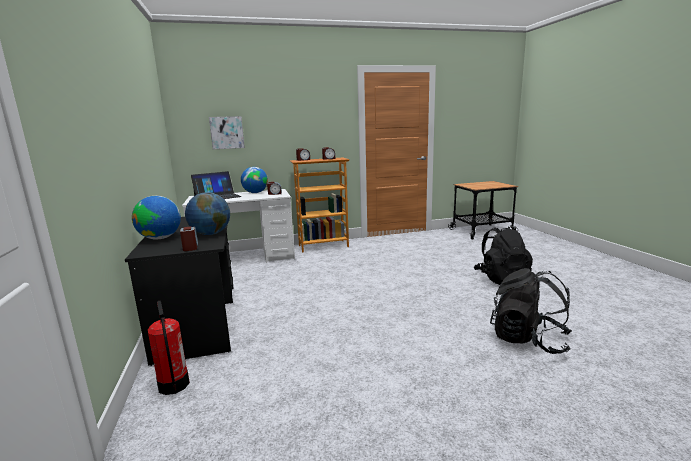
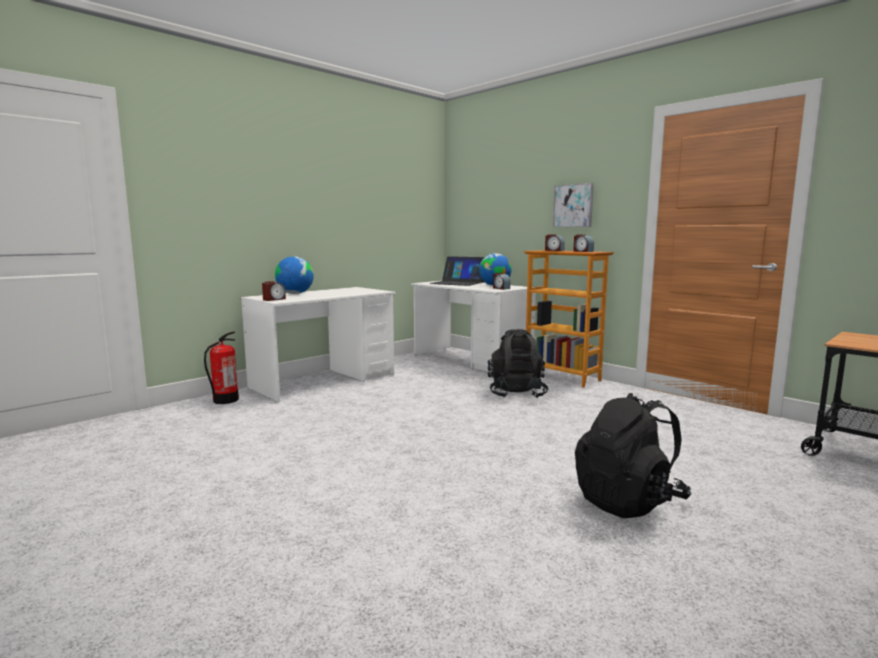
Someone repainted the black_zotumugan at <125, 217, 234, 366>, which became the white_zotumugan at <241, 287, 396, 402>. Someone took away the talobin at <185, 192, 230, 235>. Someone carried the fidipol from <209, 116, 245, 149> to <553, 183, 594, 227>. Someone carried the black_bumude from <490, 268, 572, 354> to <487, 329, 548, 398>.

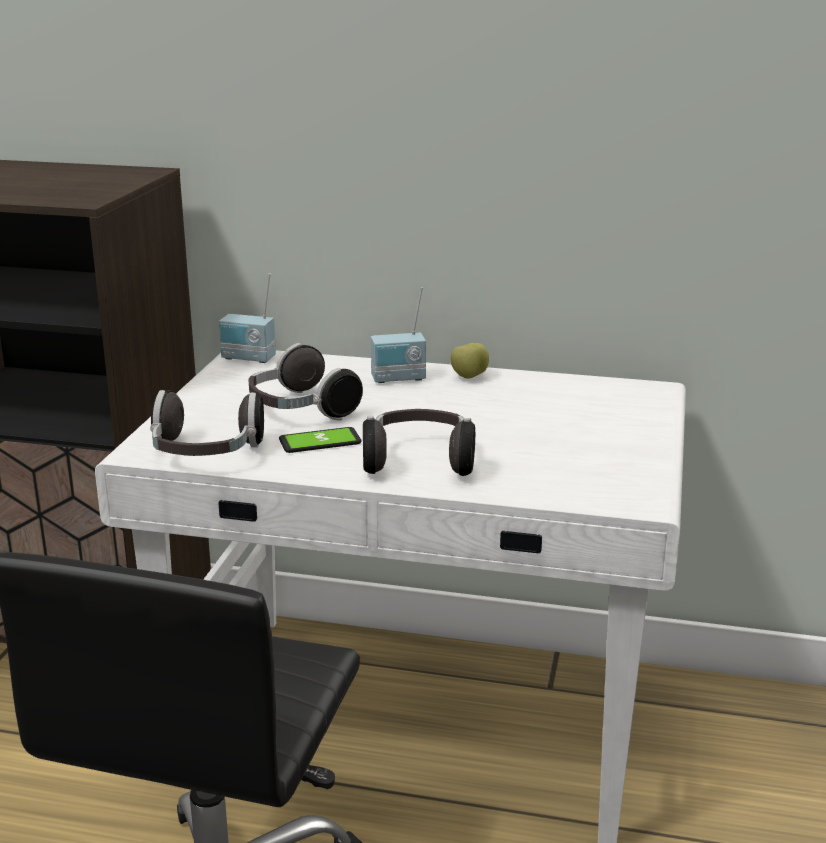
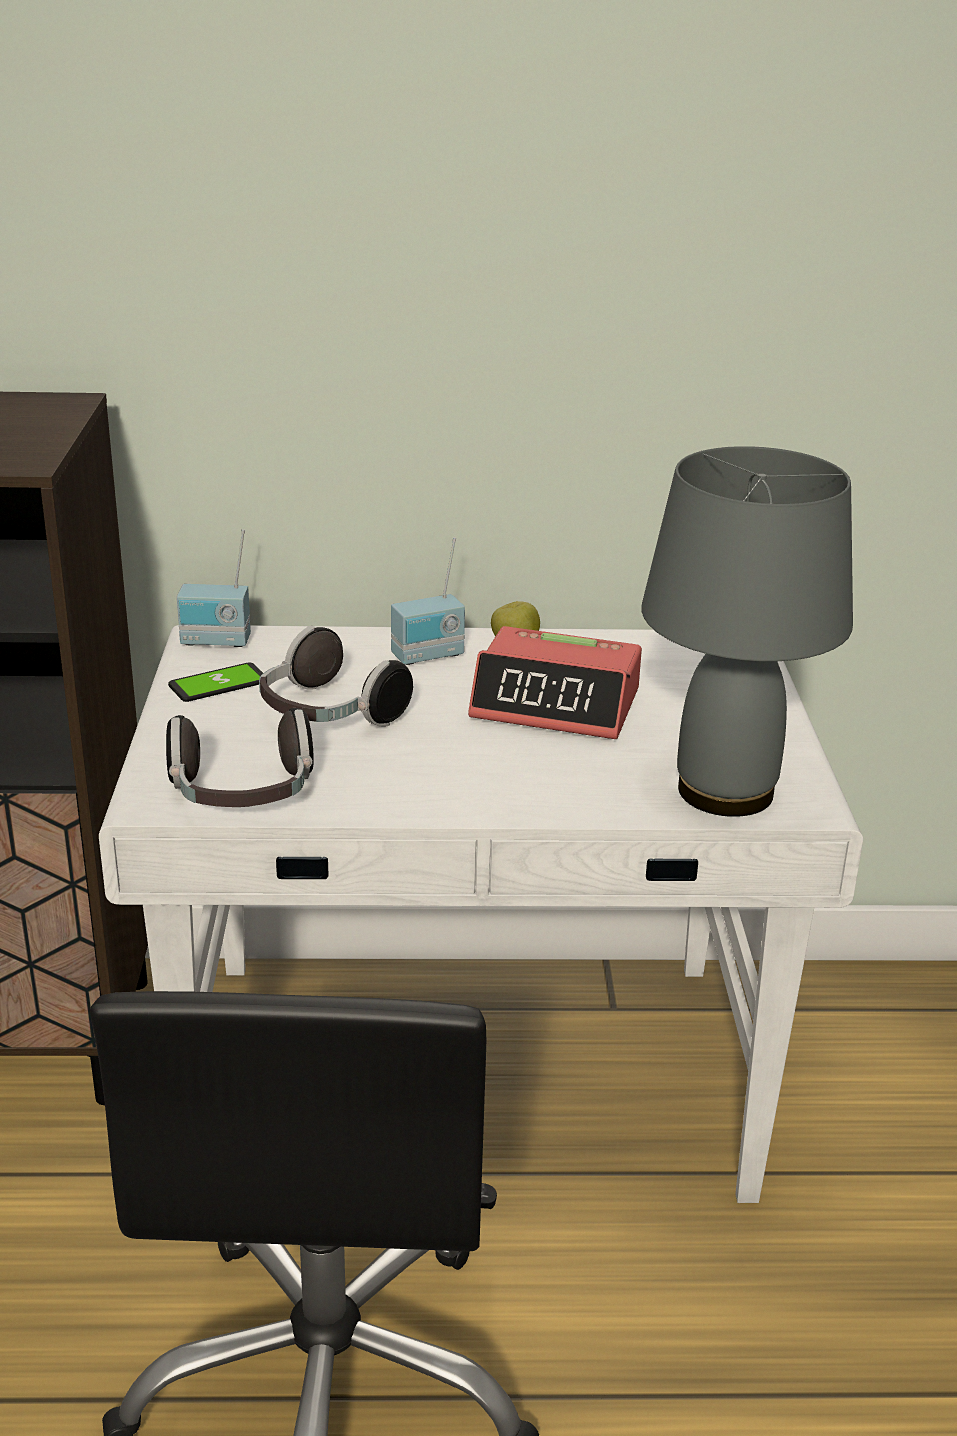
Someone carried the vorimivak from <279, 427, 362, 453> to <168, 662, 263, 702>. Someone took away the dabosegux at <363, 409, 475, 476>. Someone put down the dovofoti at <468, 626, 642, 739>. Someone put down the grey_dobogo at <642, 446, 853, 817>.

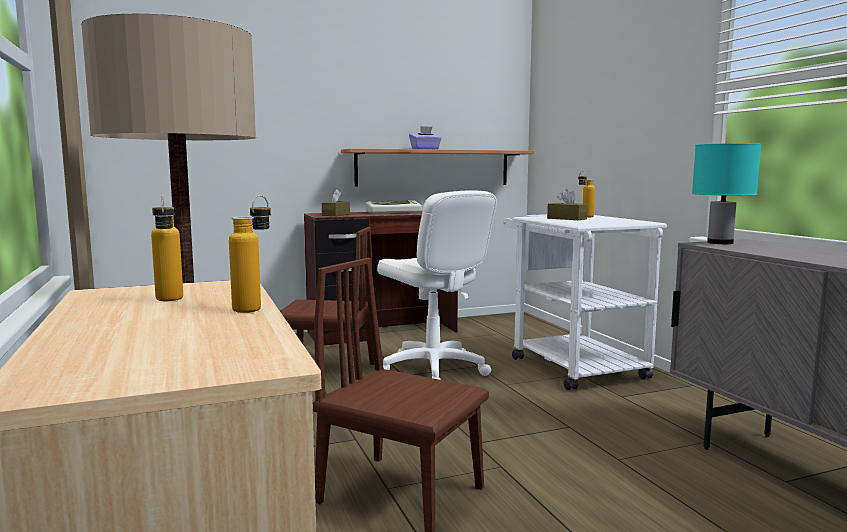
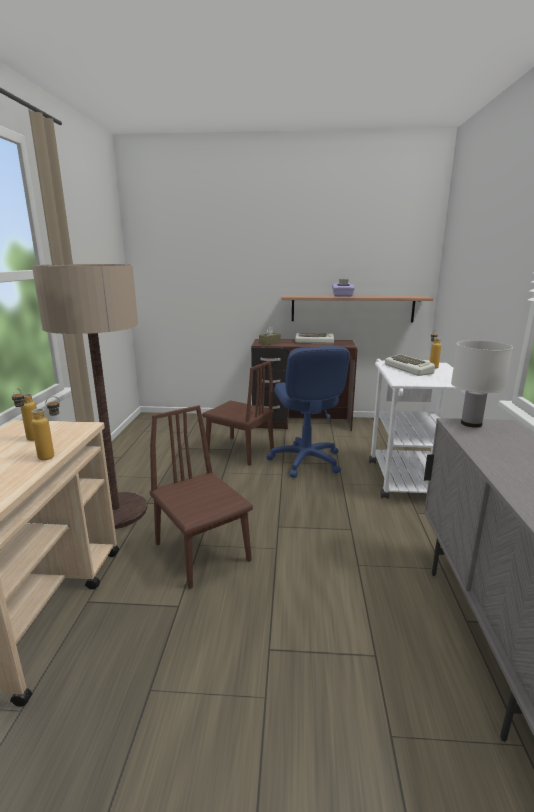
Someone repainted the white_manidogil at <377, 190, 497, 380>, which became the blue_manidogil at <266, 346, 350, 478>. Someone swapped the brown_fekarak at <547, 189, 588, 220> for the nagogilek at <385, 354, 435, 376>. Someone repainted the turquoise_dobogo at <692, 143, 761, 244>, which became the white_dobogo at <451, 340, 513, 428>.

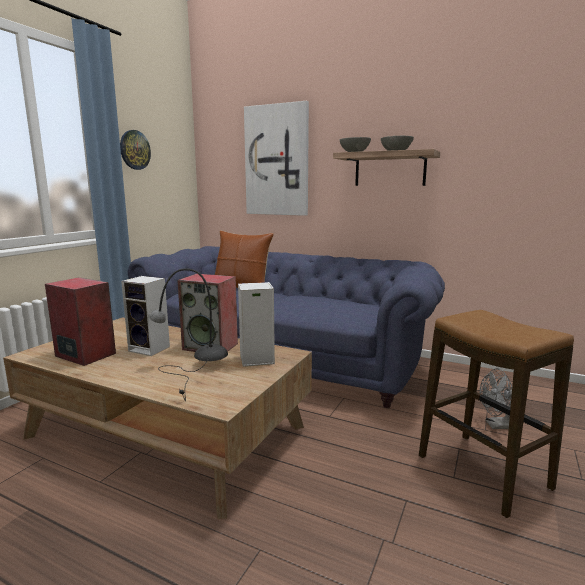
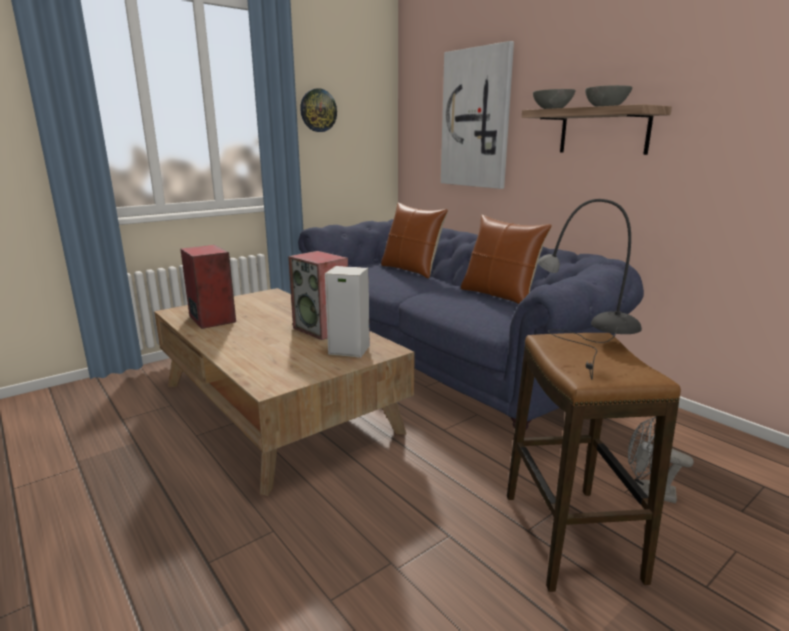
Someone took away the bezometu at <121, 276, 170, 356>. Someone carried the grey_dobogo from <149, 268, 228, 401> to <538, 199, 642, 380>. Someone put down the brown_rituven at <461, 215, 552, 304>.

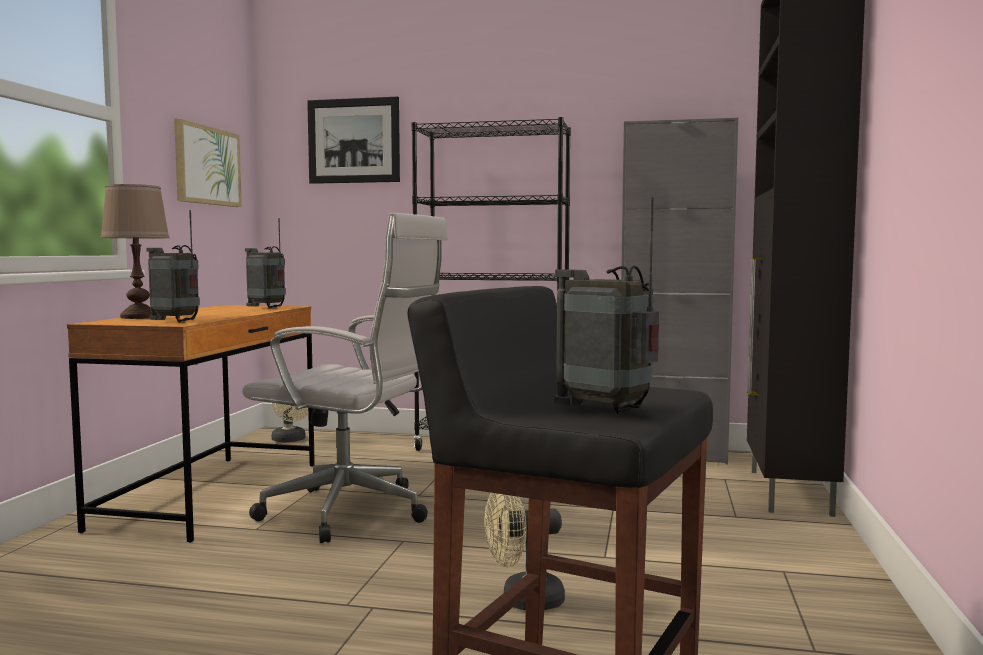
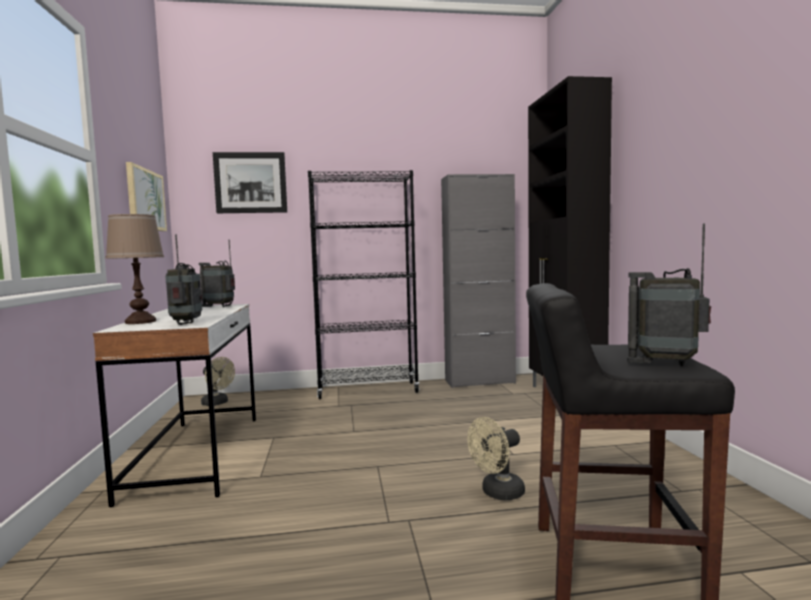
Someone repainted the brown_zotumugan at <67, 305, 315, 543>, which became the white_zotumugan at <93, 304, 256, 507>. Someone rotated the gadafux at <146, 210, 200, 322> by 75 degrees clockwise. Someone took away the white_manidogil at <242, 213, 448, 543>.

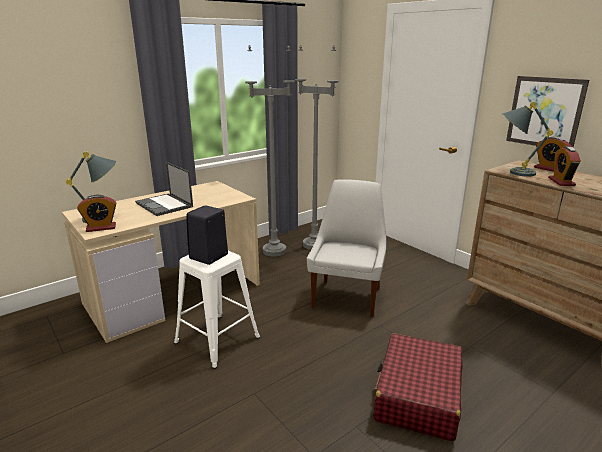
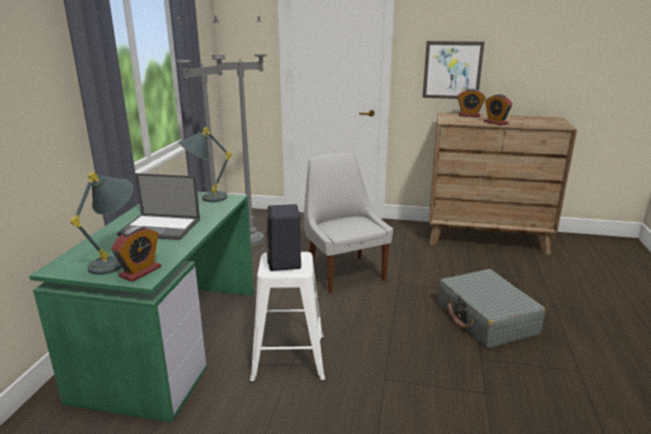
Someone repainted the beige_zotumugan at <62, 181, 260, 343>, which became the green_zotumugan at <29, 191, 254, 423>. Someone repainted the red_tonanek at <374, 333, 463, 441>, which became the grey_tonanek at <438, 269, 546, 349>. Someone carried the grey_dobogo from <502, 102, 553, 177> to <178, 127, 232, 202>.

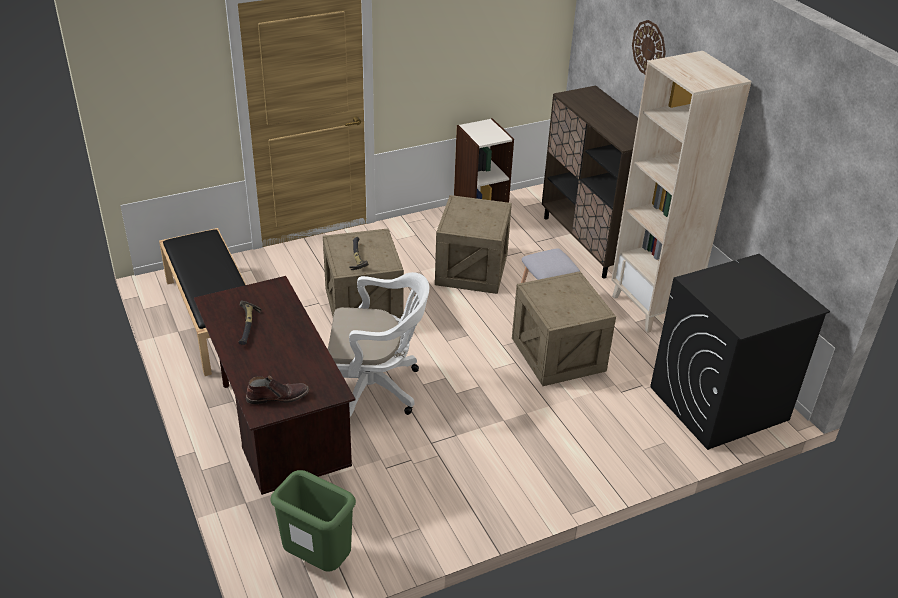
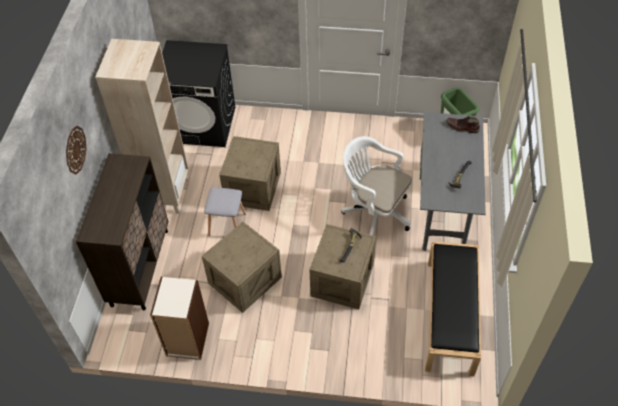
Someone repainted the brown_zotumugan at <194, 276, 355, 495>, which became the grey_zotumugan at <420, 112, 486, 251>.

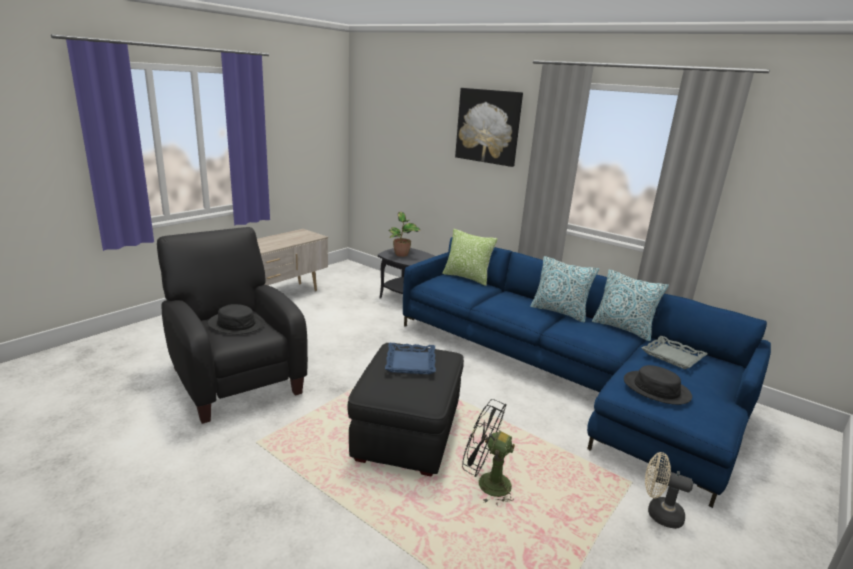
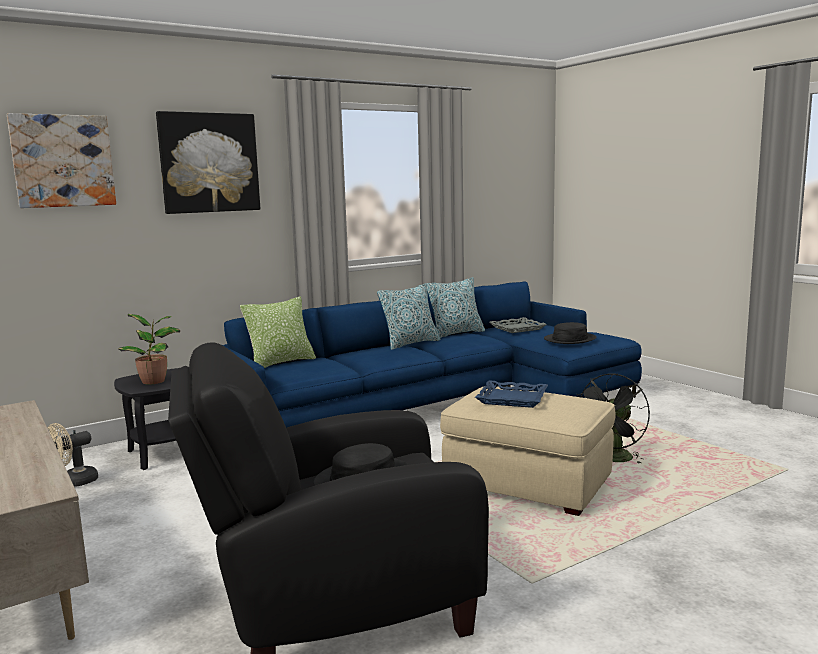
Someone repainted the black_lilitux at <347, 343, 464, 476>, which became the beige_lilitux at <440, 387, 616, 516>. Someone carried the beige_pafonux from <645, 452, 693, 529> to <48, 423, 98, 487>. Someone put up the fidipol at <7, 113, 116, 208>.

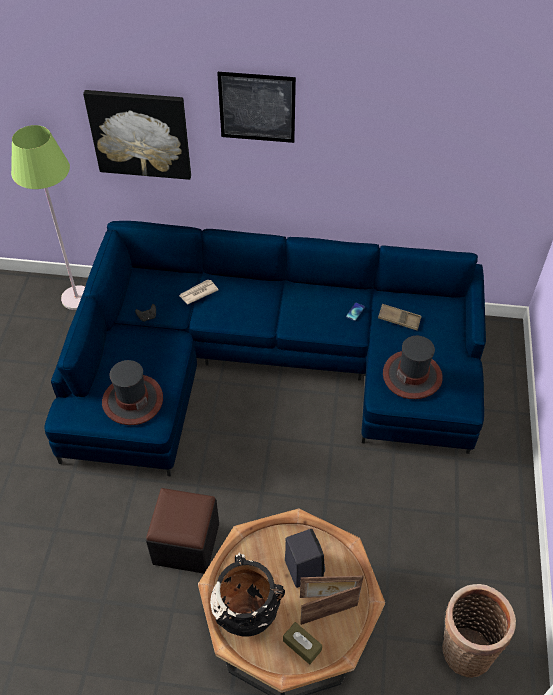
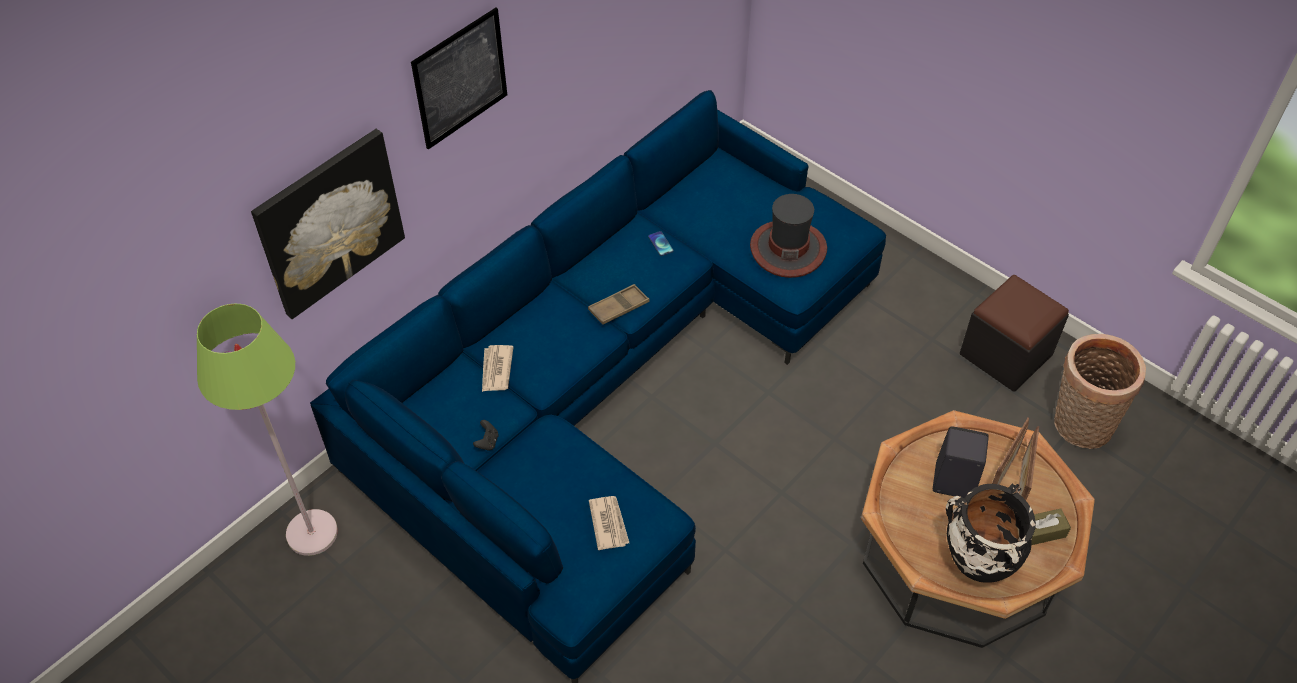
Someone swapped the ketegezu at <102, 360, 163, 425> for the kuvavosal at <589, 496, 629, 550>. Someone carried the black_lilitux from <146, 488, 219, 574> to <960, 275, 1069, 392>. Someone carried the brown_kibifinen from <378, 304, 422, 331> to <588, 284, 650, 325>.

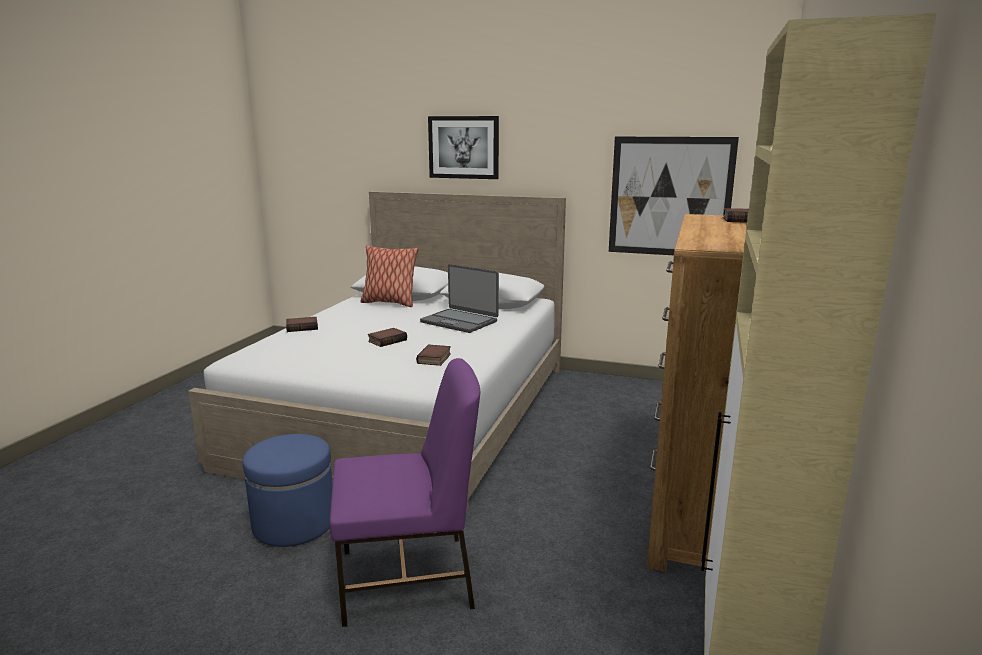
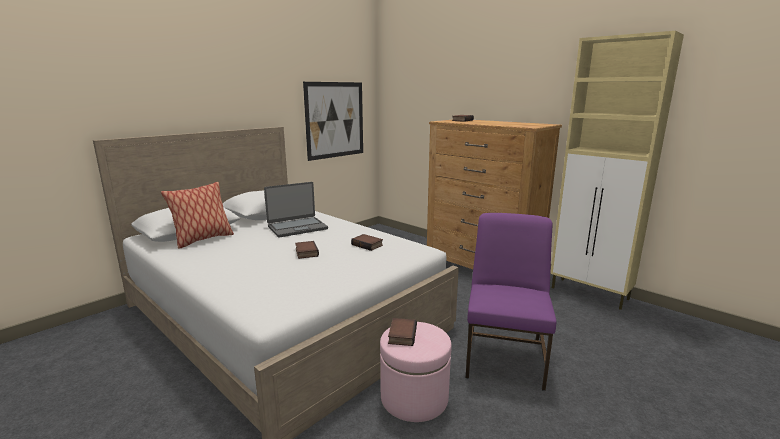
Someone repainted the blue_lilitux at <243, 434, 333, 547>, which became the pink_lilitux at <380, 322, 452, 422>. Someone carried the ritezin from <286, 317, 318, 332> to <388, 318, 417, 346>. Someone took away the fidipol at <428, 116, 499, 179>.

